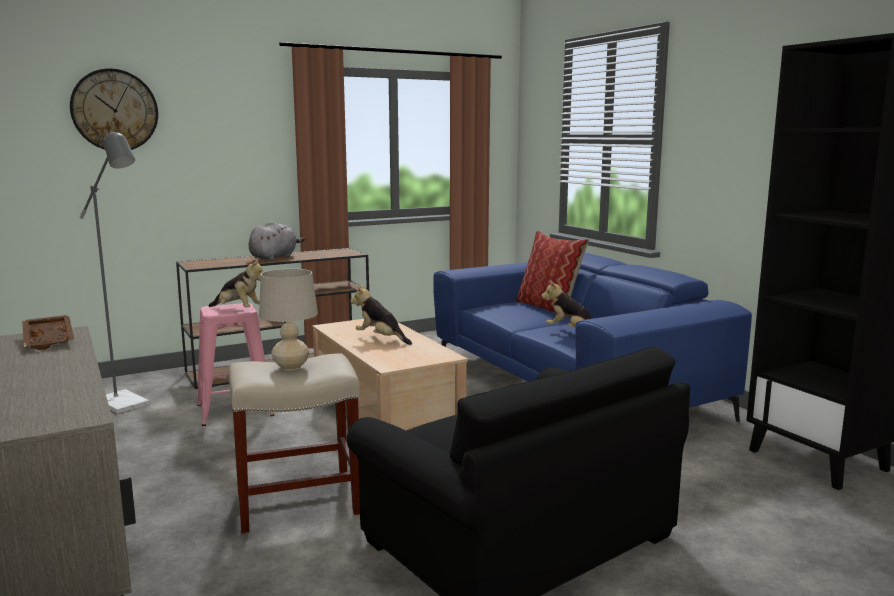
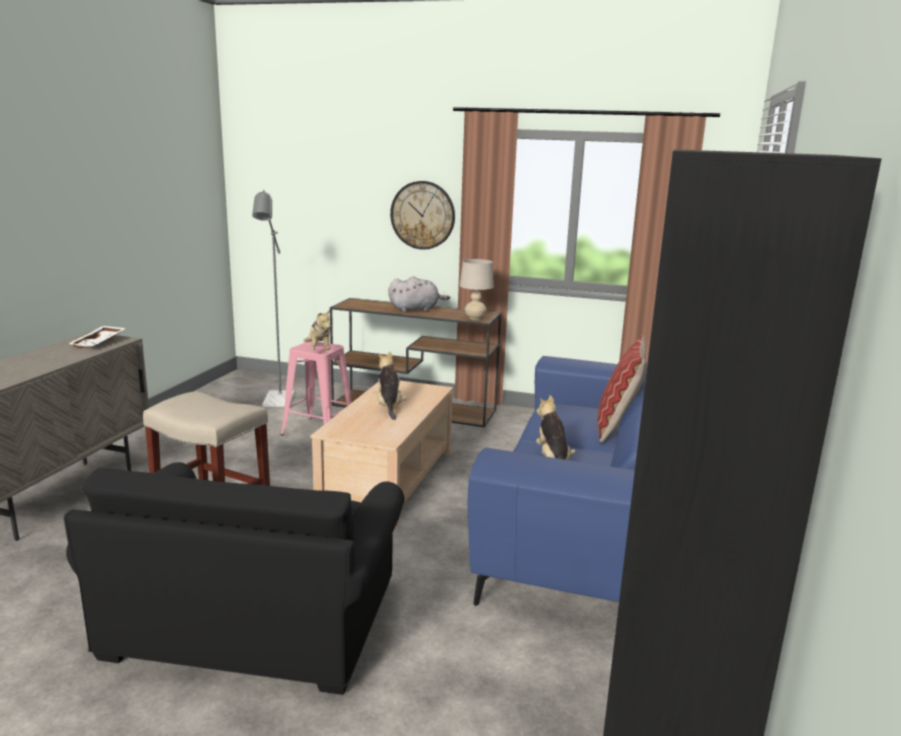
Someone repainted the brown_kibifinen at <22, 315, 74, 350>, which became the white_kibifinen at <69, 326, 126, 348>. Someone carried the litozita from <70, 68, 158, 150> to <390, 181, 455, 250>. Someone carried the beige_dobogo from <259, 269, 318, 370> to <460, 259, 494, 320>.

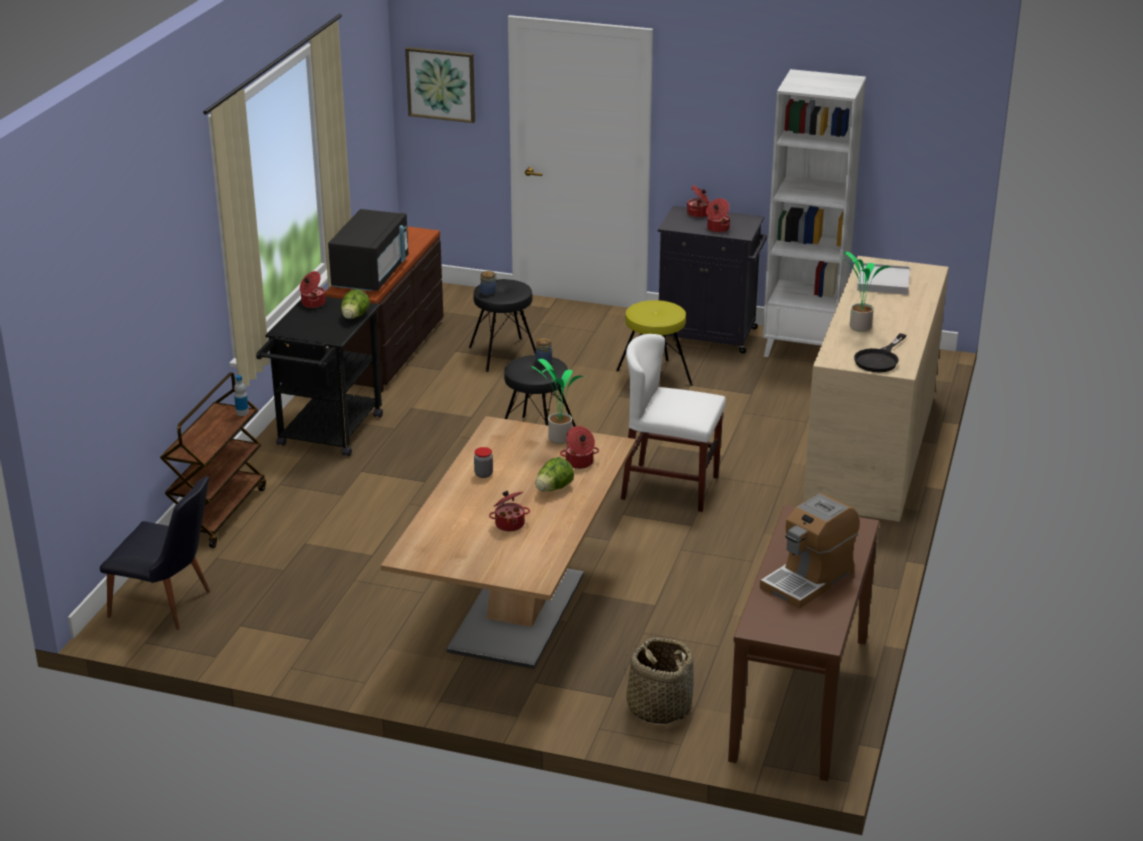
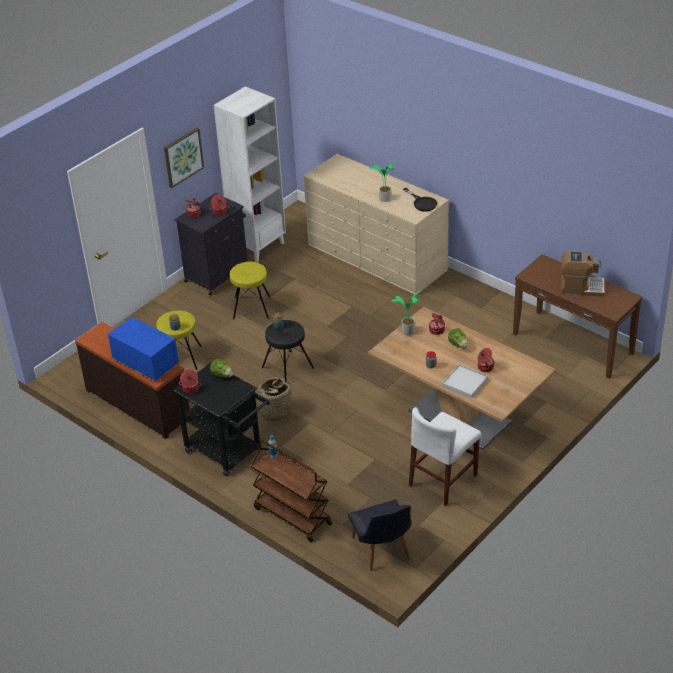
Someone rotated the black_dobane at <100, 476, 210, 630> by 120 degrees clockwise. Someone repainted the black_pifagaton at <328, 209, 408, 291>, which became the blue_pifagaton at <108, 317, 179, 381>. Someone carried the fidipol from <405, 47, 475, 123> to <164, 128, 204, 188>. Someone repainted the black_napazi at <469, 279, 536, 372>, which became the yellow_napazi at <157, 311, 202, 370>. Someone carried the white_dobane from <621, 334, 726, 512> to <409, 407, 481, 506>. Someone carried the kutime from <624, 638, 694, 724> to <258, 377, 294, 421>. Someone rotated the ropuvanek at <760, 493, 860, 609> by 60 degrees counterclockwise. Someone carried the white_kibifinen from <857, 263, 910, 295> to <442, 364, 488, 399>.

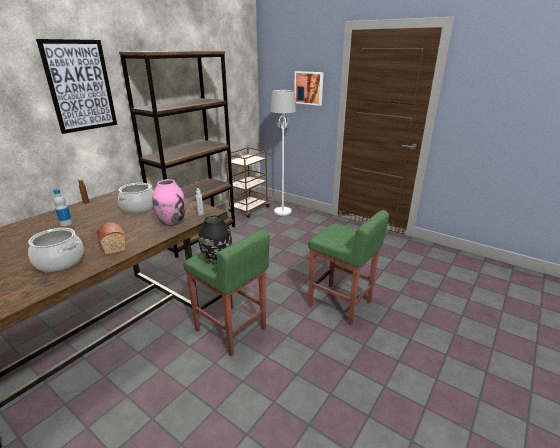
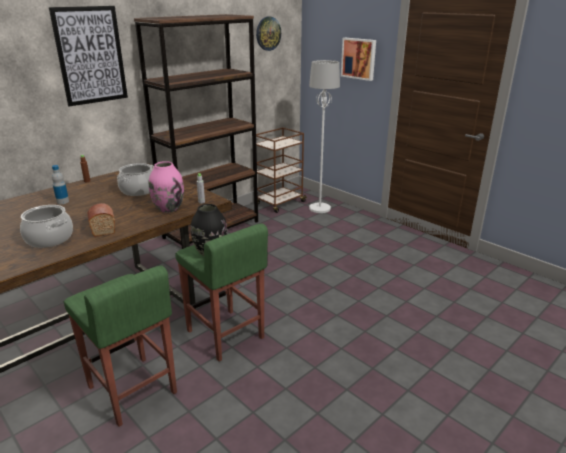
Someone carried the green_napazi from <308, 210, 389, 326> to <64, 265, 177, 427>. Someone put up the litozita at <256, 17, 281, 51>.

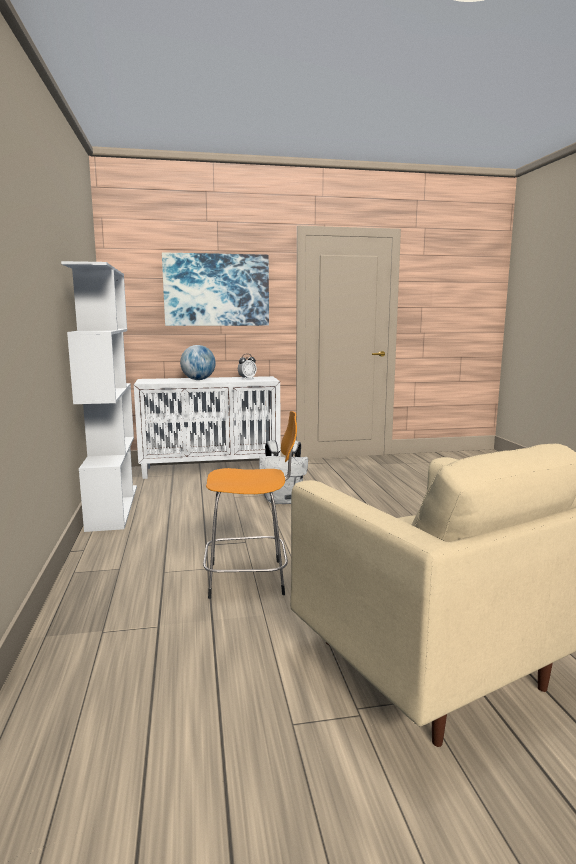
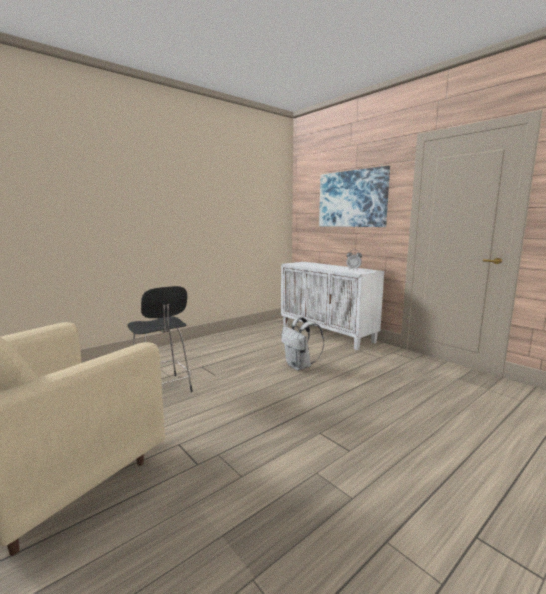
Someone took away the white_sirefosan at <61, 261, 137, 532>. Someone took away the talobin at <180, 345, 216, 380>. Someone repainted the orange_napazi at <203, 411, 297, 599>, which became the black_napazi at <127, 286, 193, 392>.

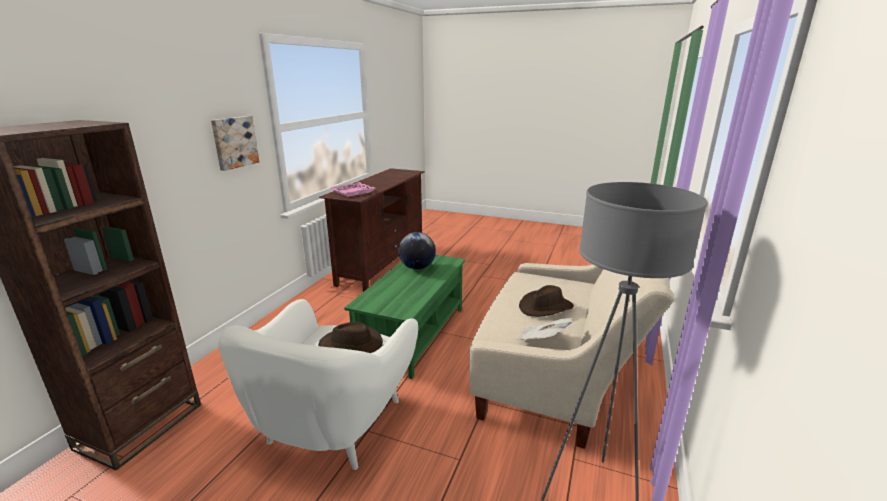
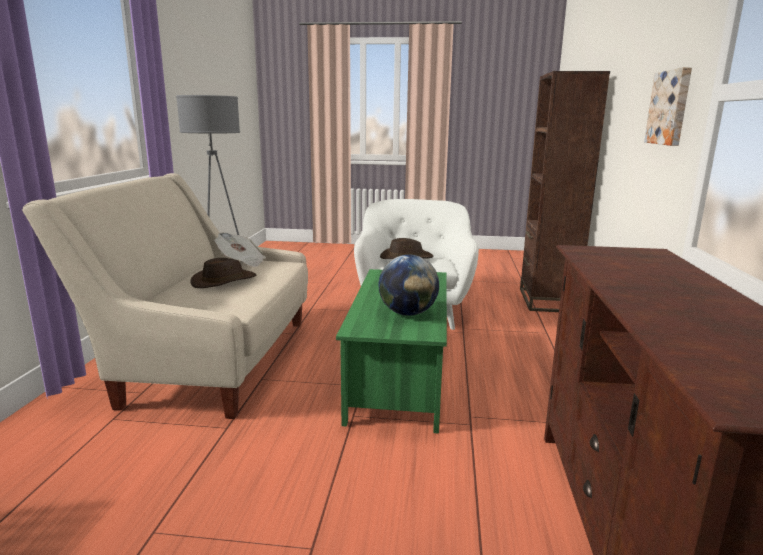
Someone took away the pink_kibifinen at <330, 182, 375, 197>.

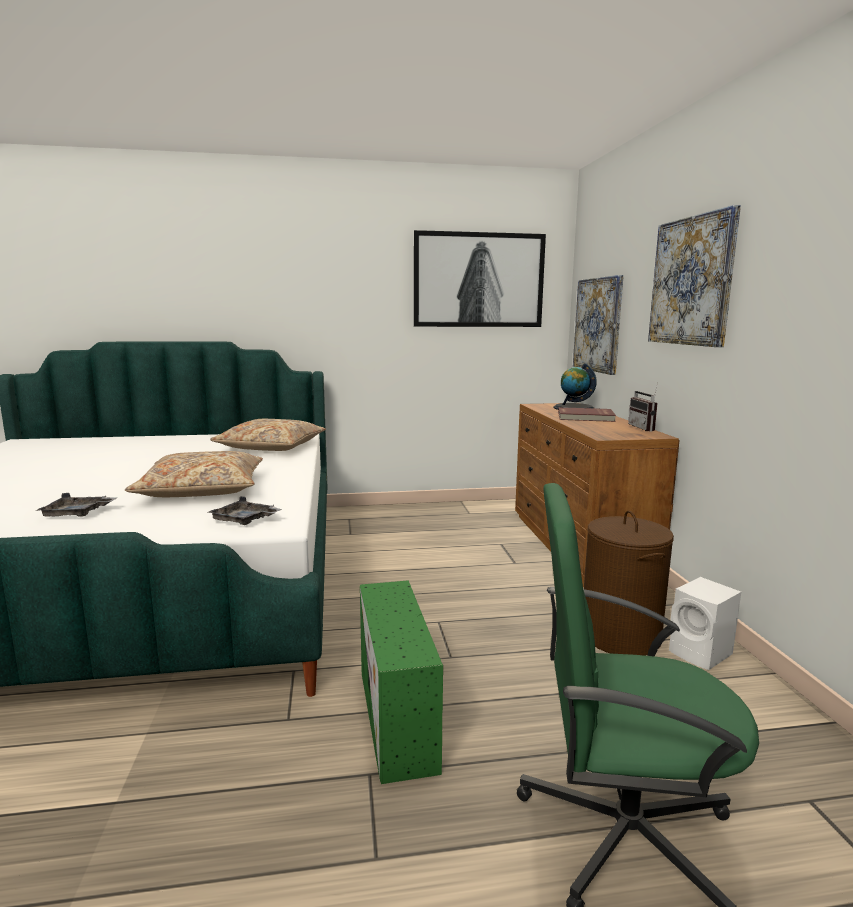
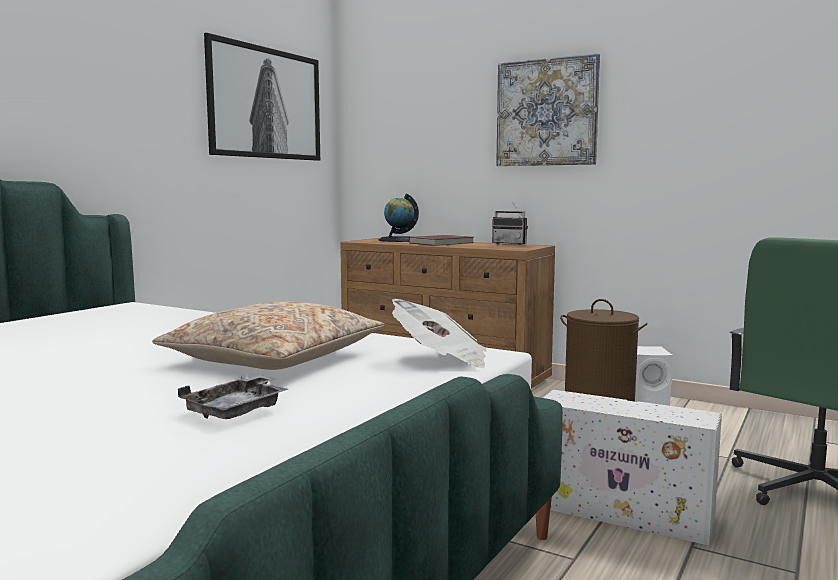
Someone swapped the grey_kibifinen at <208, 496, 282, 525> for the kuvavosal at <392, 299, 486, 368>. Someone took away the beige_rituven at <210, 419, 326, 451>. Someone repainted the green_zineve at <360, 580, 443, 784>, which became the white_zineve at <543, 390, 722, 546>. Someone took away the fidipol at <573, 275, 624, 375>.

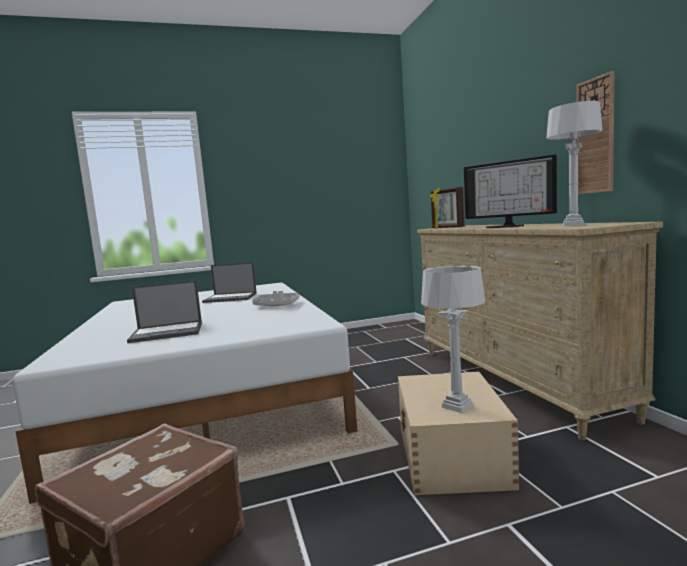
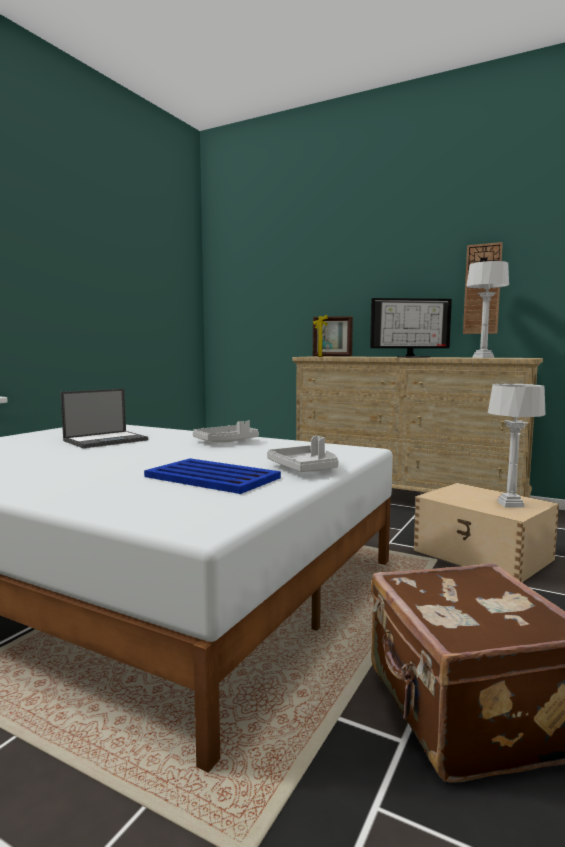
Someone swapped the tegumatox at <127, 280, 202, 343> for the blue_kibifinen at <144, 458, 281, 494>. Someone put down the grey_kibifinen at <267, 436, 339, 472>.

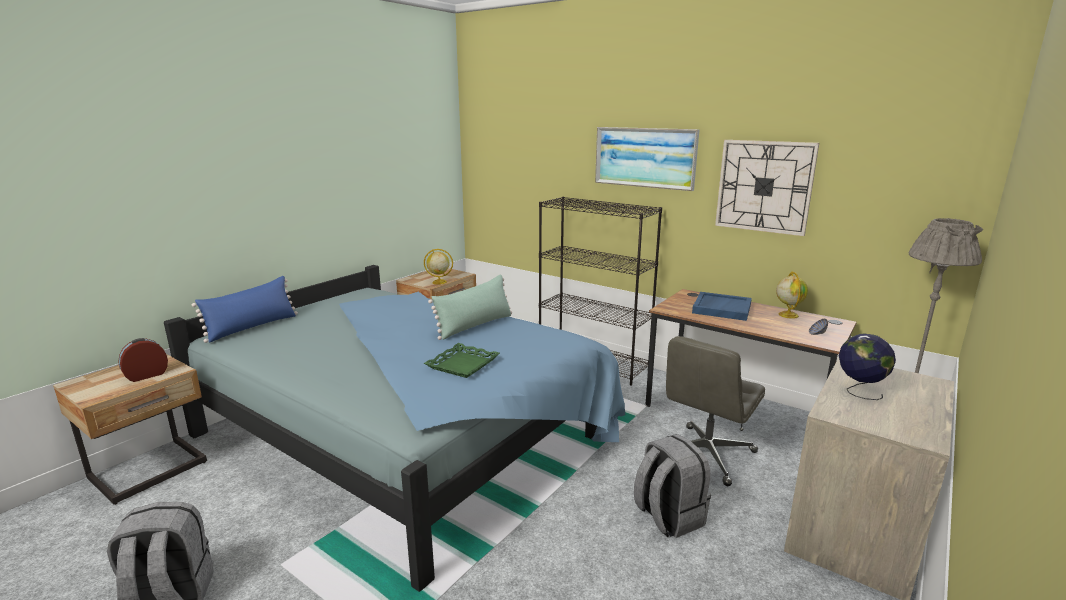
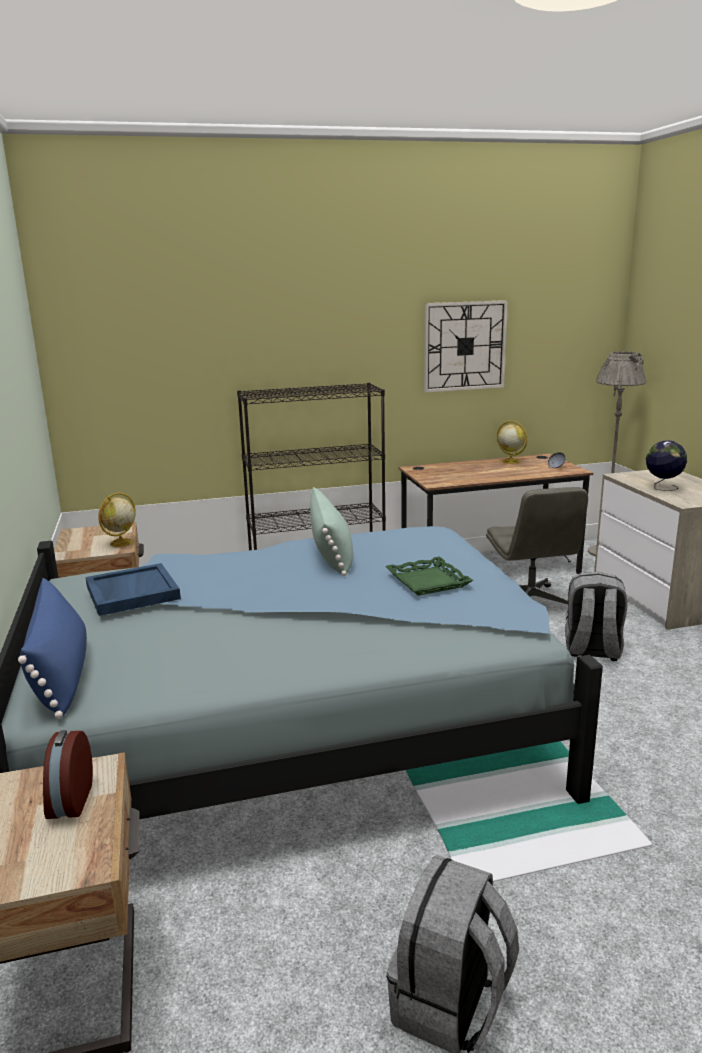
Someone took away the fidipol at <595, 127, 700, 191>. Someone carried the blue_kibifinen from <692, 292, 752, 321> to <85, 563, 181, 616>.

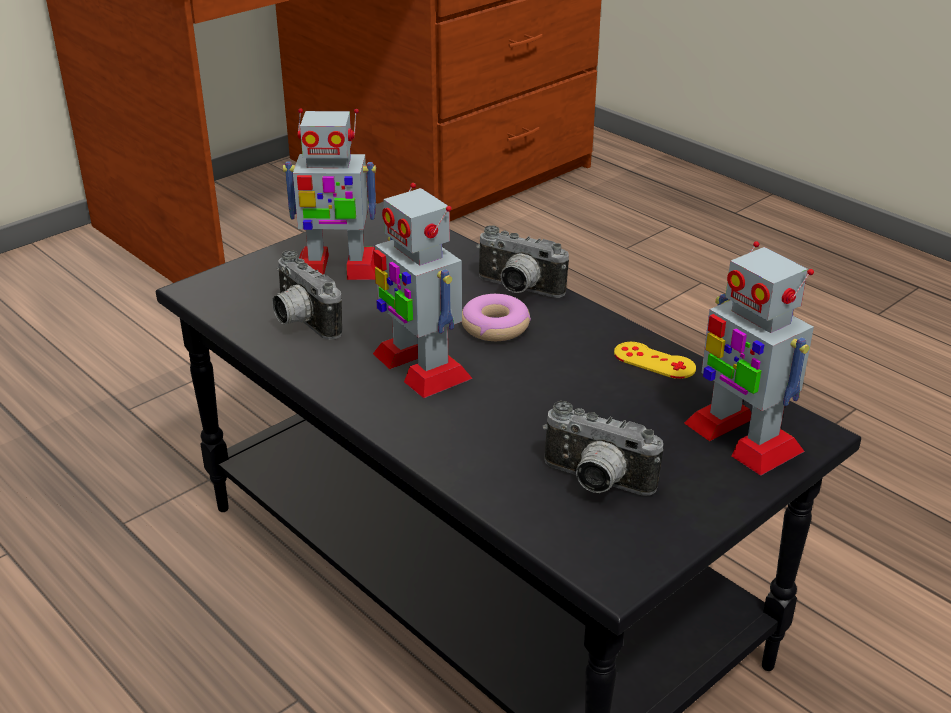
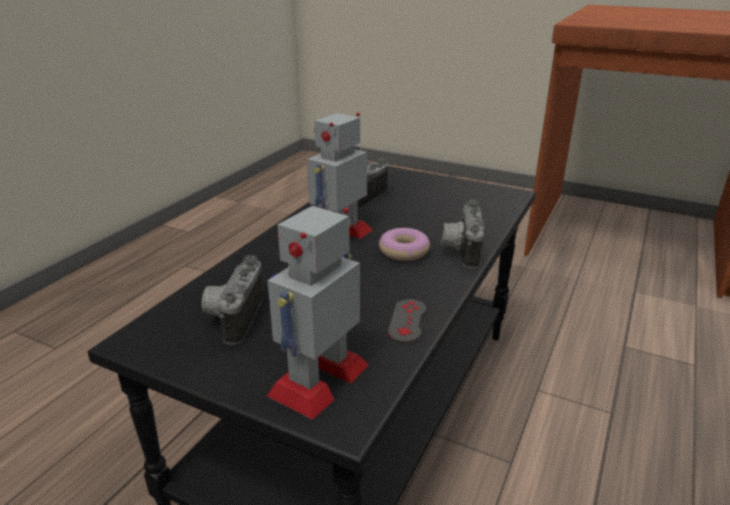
Someone took away the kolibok at <283, 108, 376, 280>. Someone repainted the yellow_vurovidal at <614, 342, 696, 379>, which became the grey_vurovidal at <388, 299, 426, 343>.

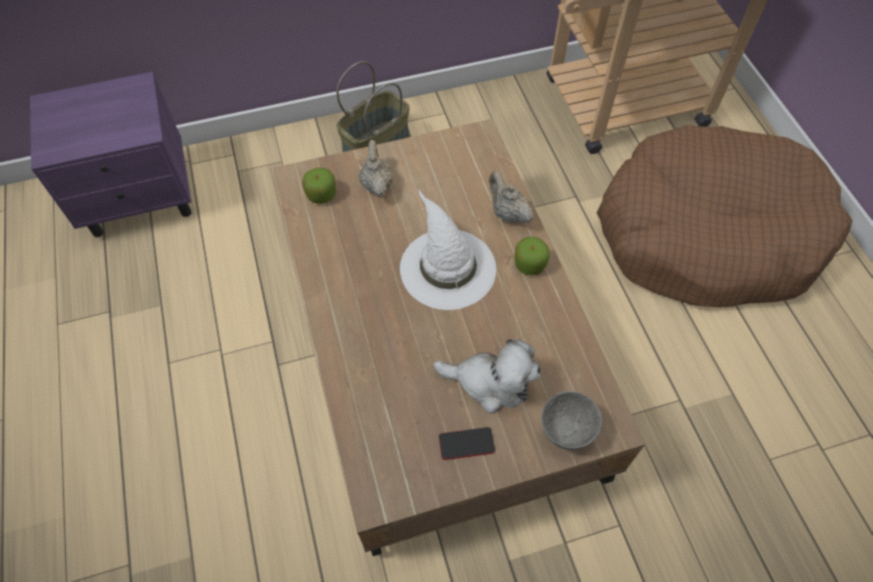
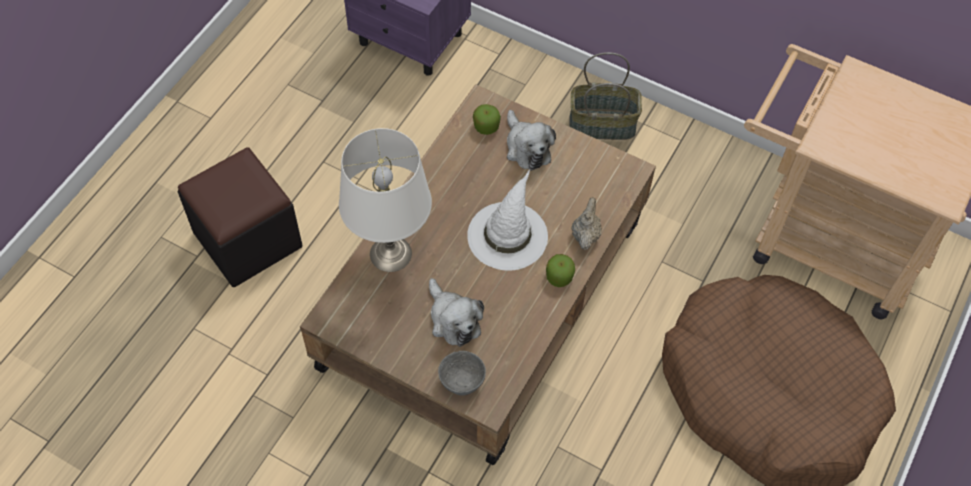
Someone swapped the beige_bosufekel at <359, 140, 393, 197> for the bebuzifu at <507, 110, 556, 171>. Someone took away the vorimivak at <438, 427, 495, 460>. Someone put down the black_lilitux at <178, 147, 302, 287>. Someone put down the white_dobogo at <339, 128, 432, 272>.

